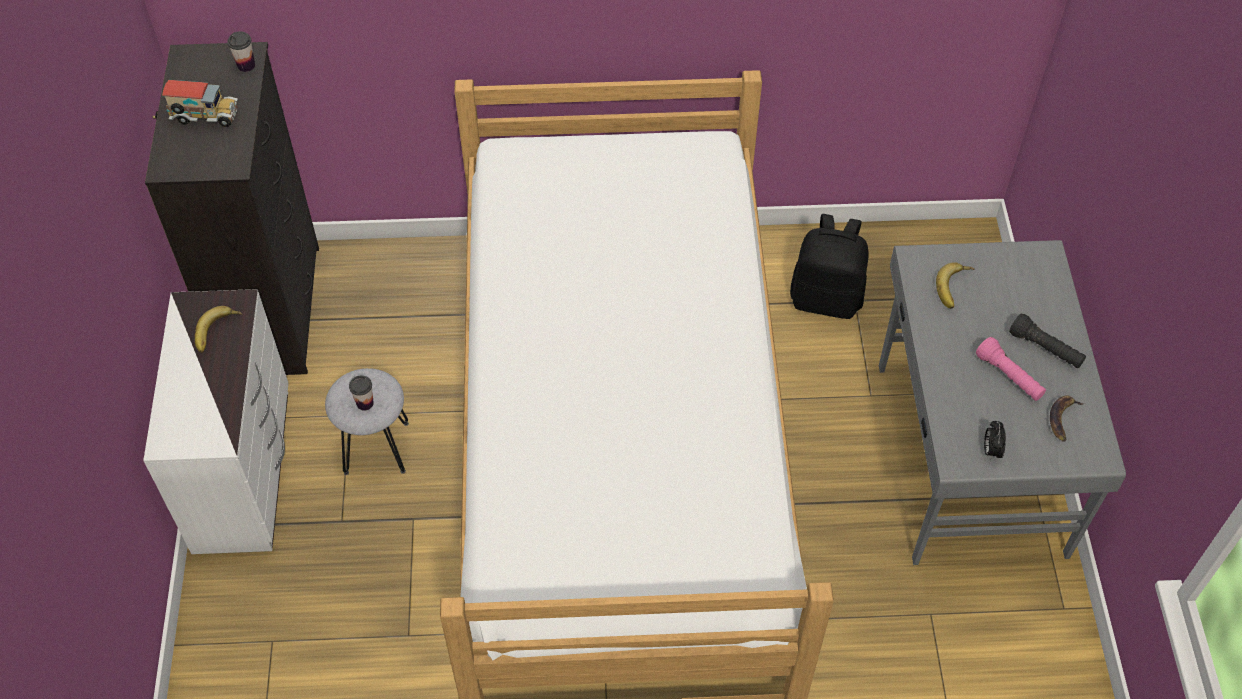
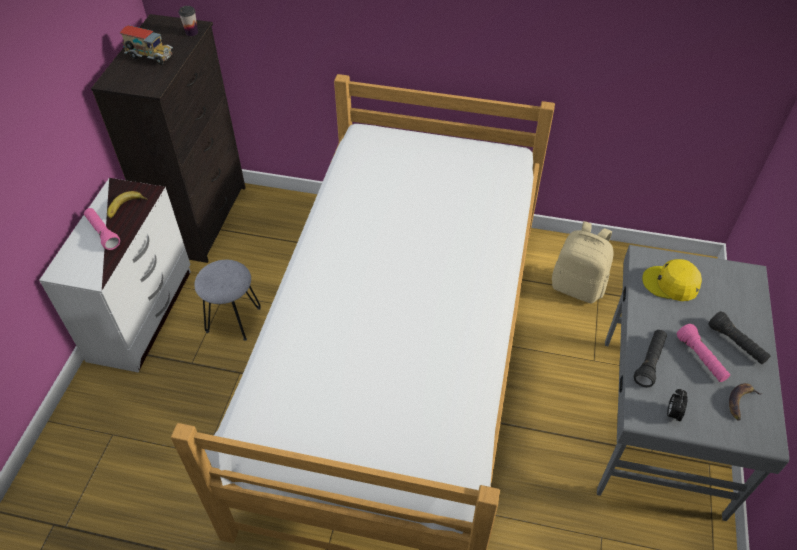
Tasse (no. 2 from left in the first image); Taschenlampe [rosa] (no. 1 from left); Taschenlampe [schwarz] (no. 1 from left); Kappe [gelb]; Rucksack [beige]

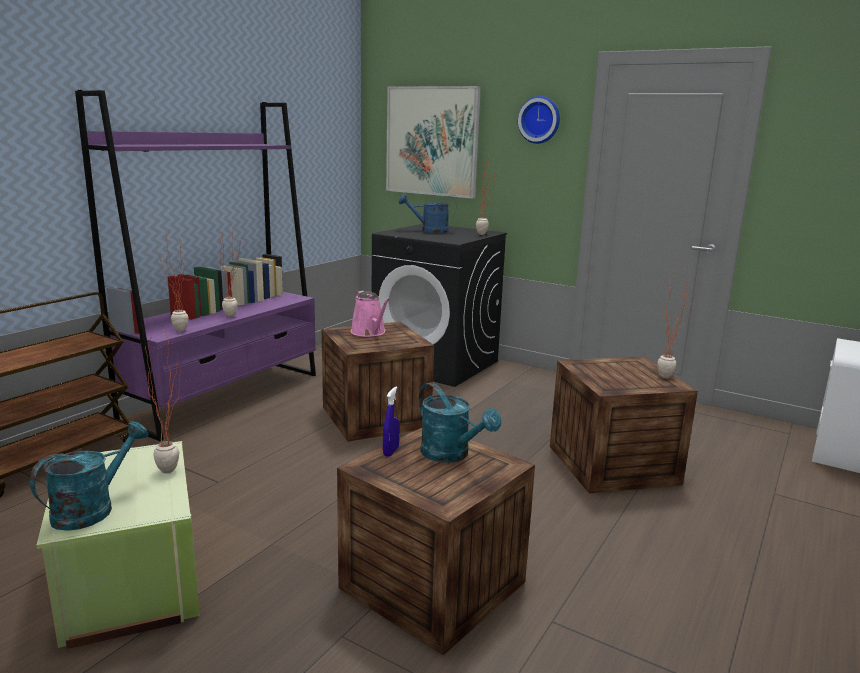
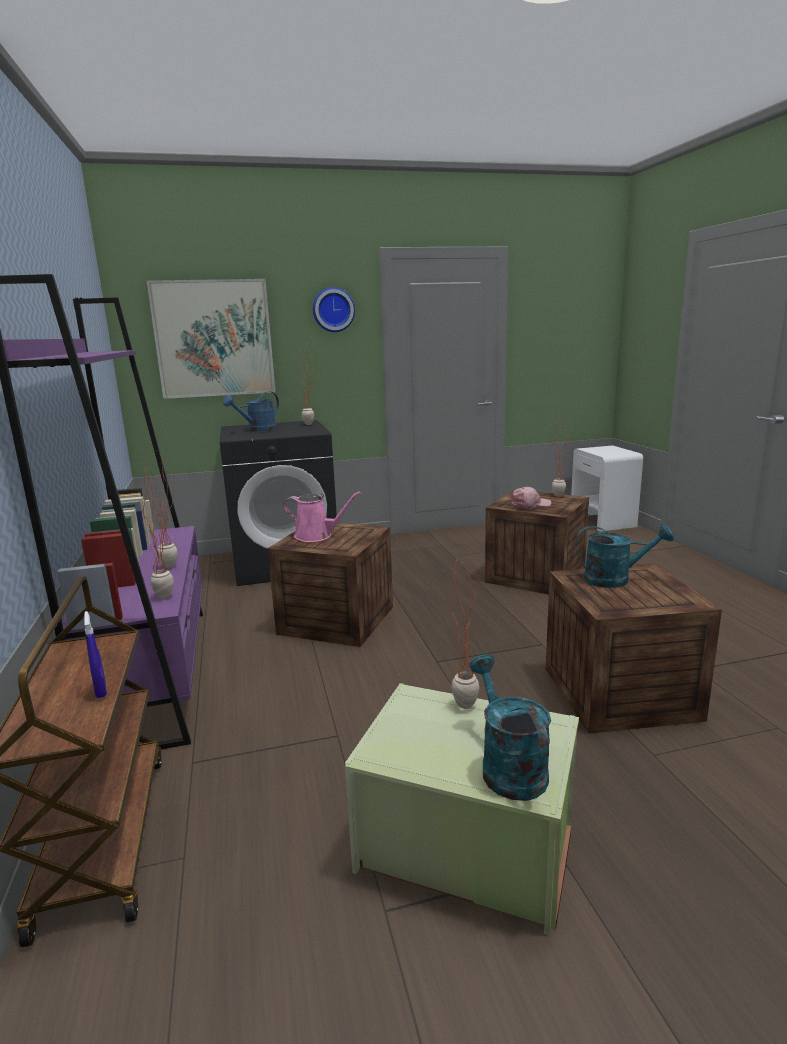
Kappe [rosa]; Sprühflasche [blau]

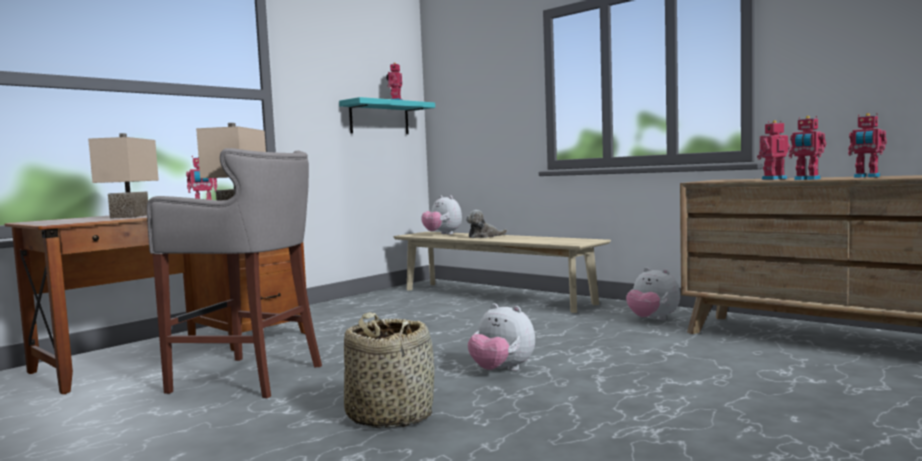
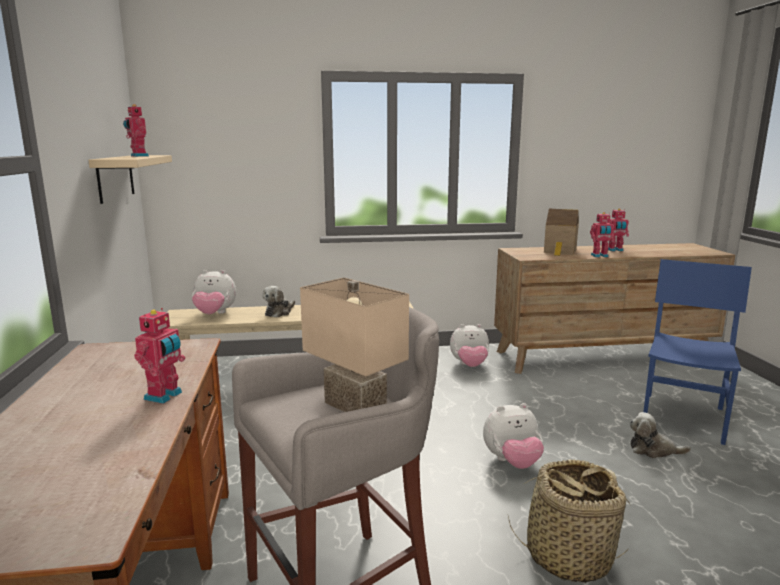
Tischlampe [beige] (no. 1 from left in the first image); Plüschtier (no. 5 from left); Stuhl [blau]; Spielzeughaus; Wandregal [beige]

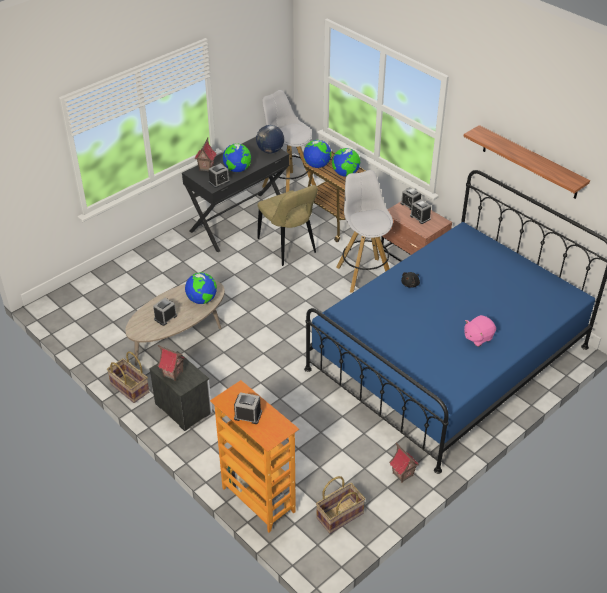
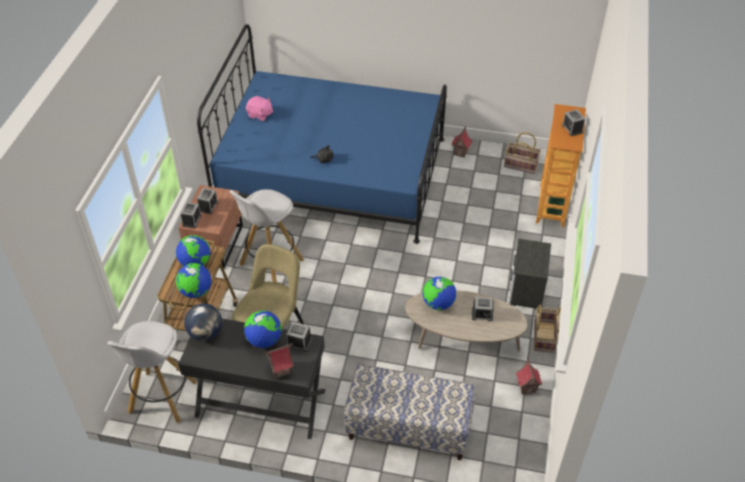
Wandregal; Bank; Spielzeughaus (no. 3 from left); Plüschtier [rosa]

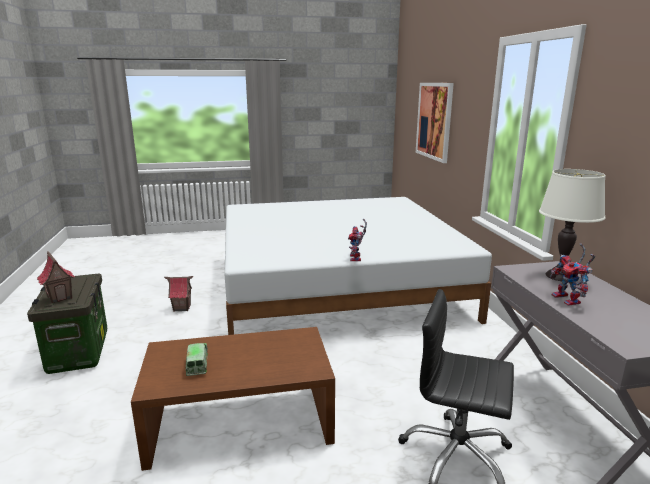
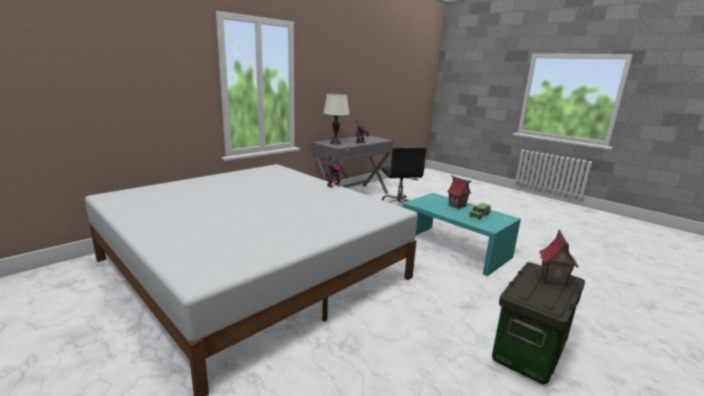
Bild; Spielzeughaus (no. 1 from left); Couchtisch [türkis]

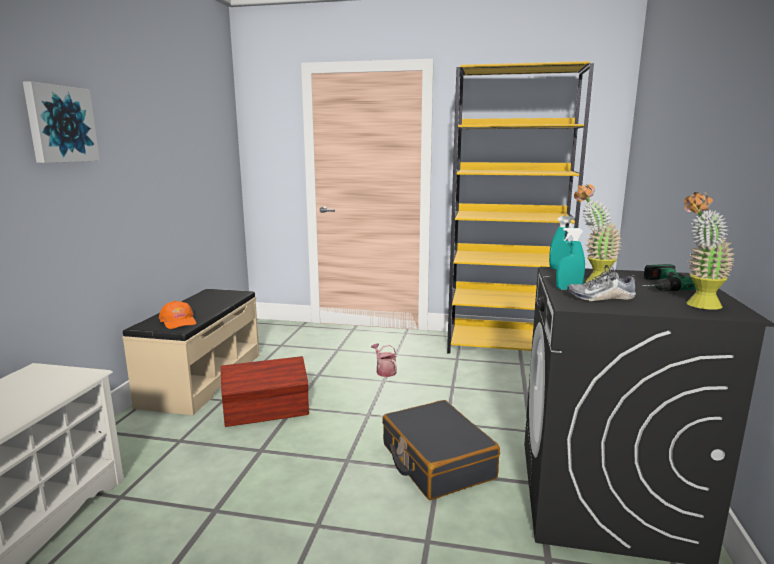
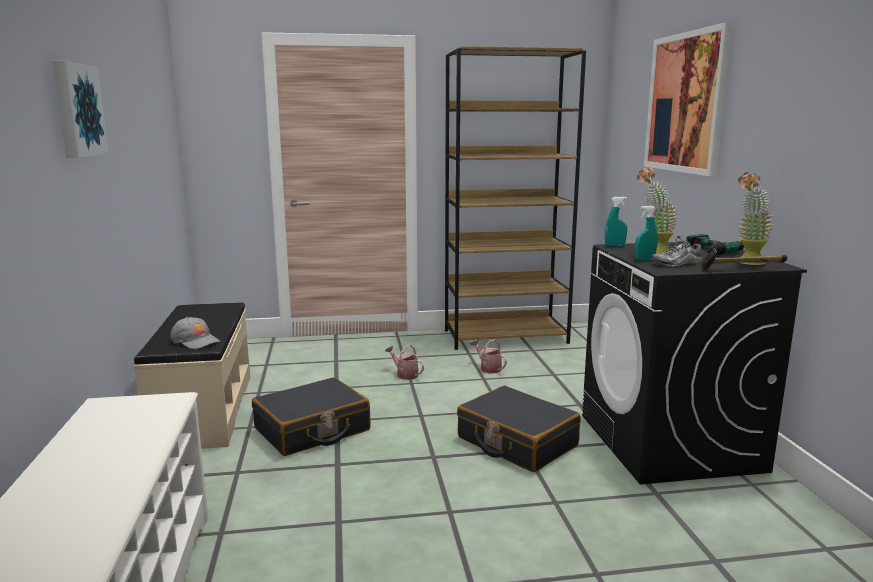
Gießkanne (no. 2 from left); Bild (no. 2 from left); Hammer; Koffer [schwarz] (no. 1 from left); Kappe [grau]; Bücherregal [braun]

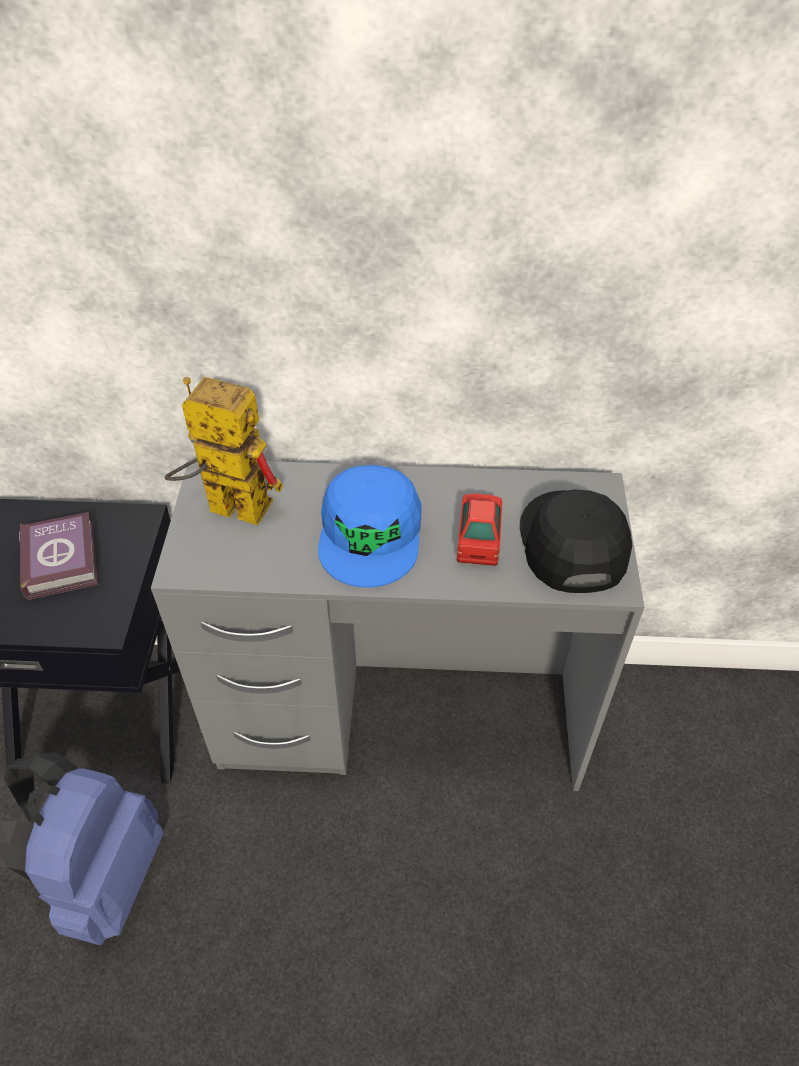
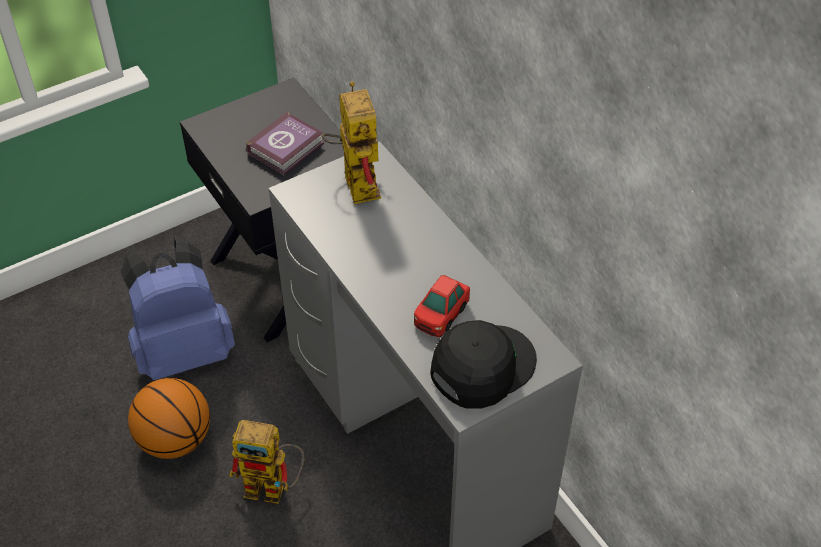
Kappe [blau]; Basketball; Spielzeugroboter (no. 1 from left); Spielzeugauto

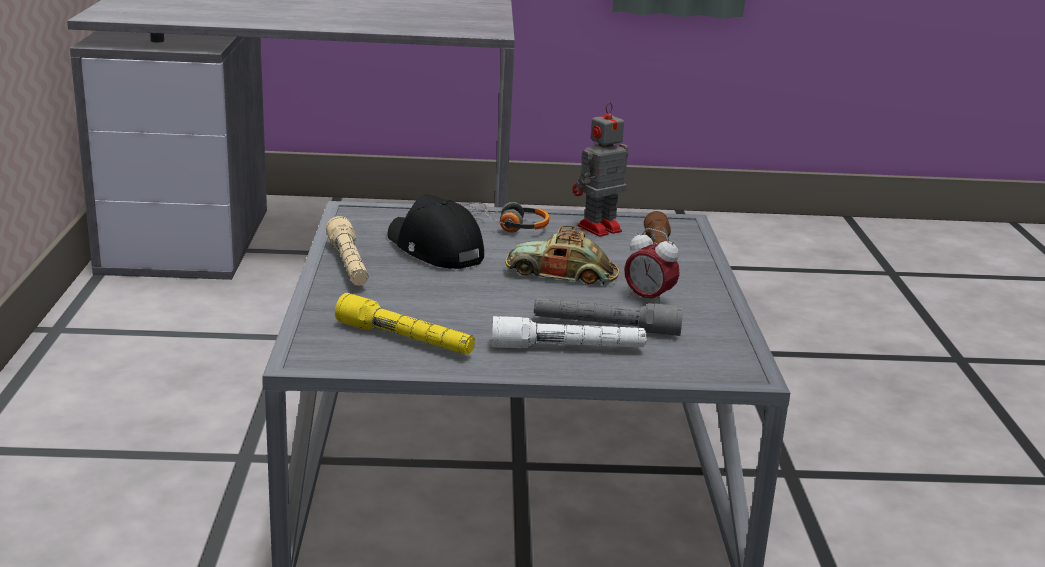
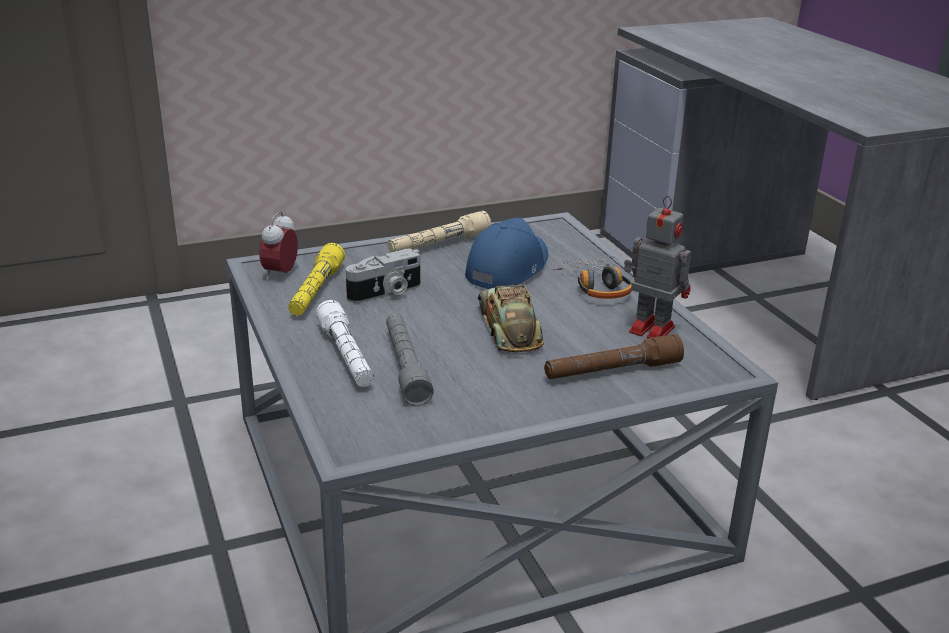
Kamera; Wecker; Kappe [blau]

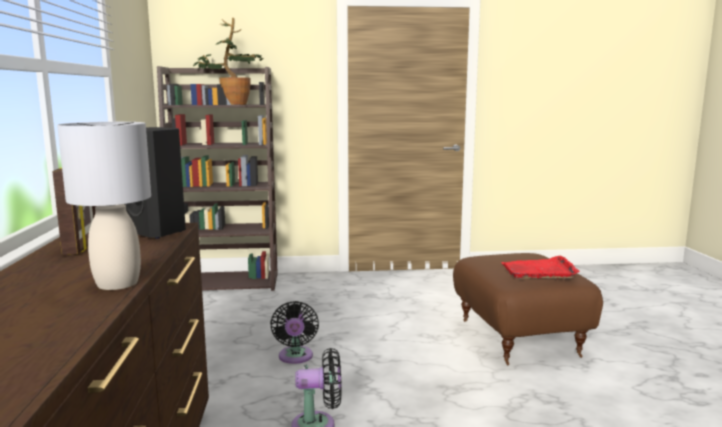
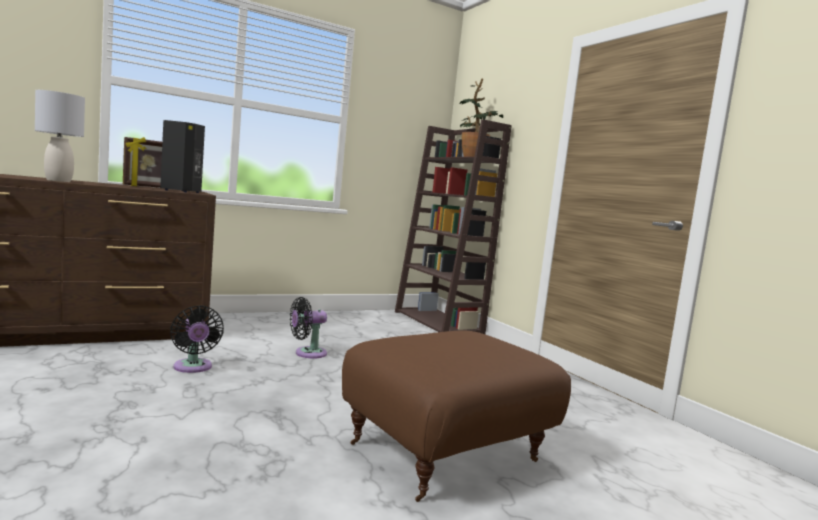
Tablett [rot]

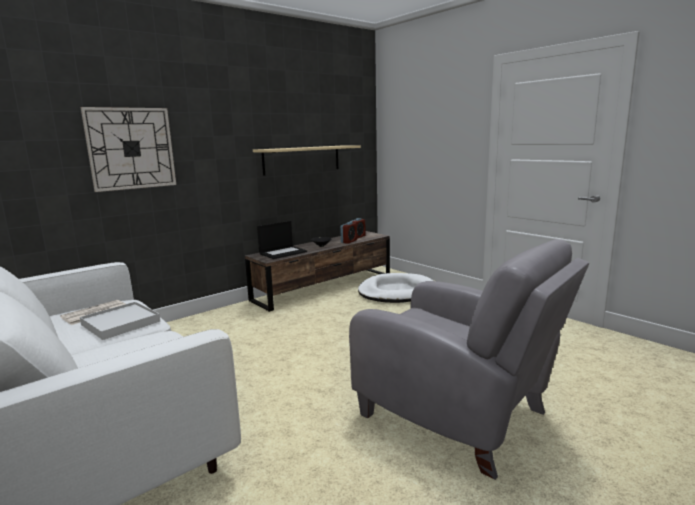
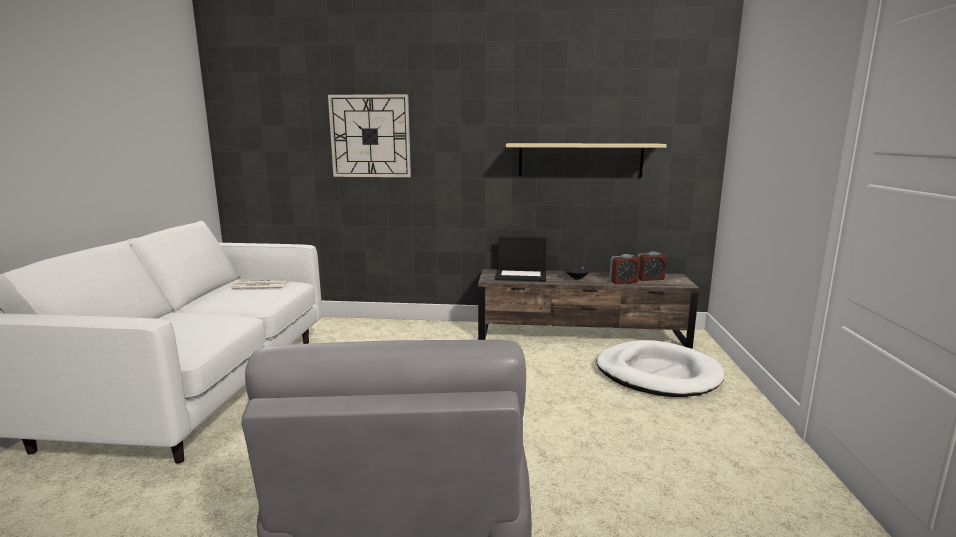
Tablett [weiß]

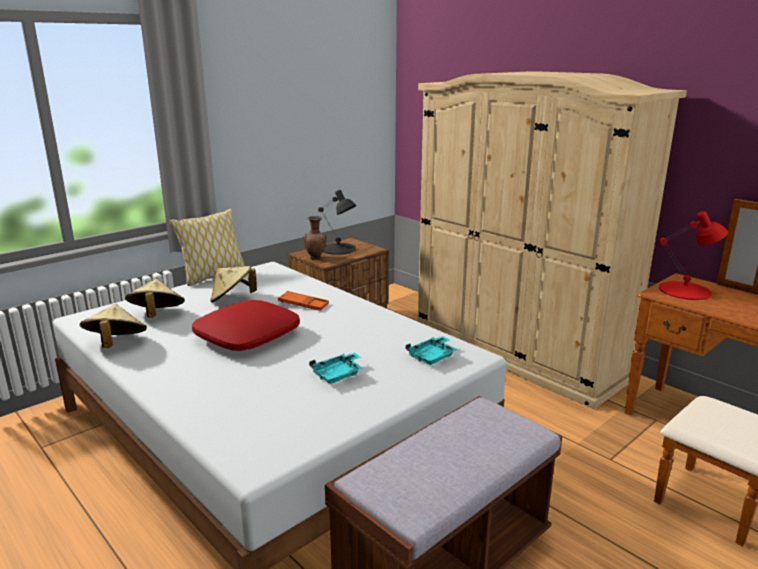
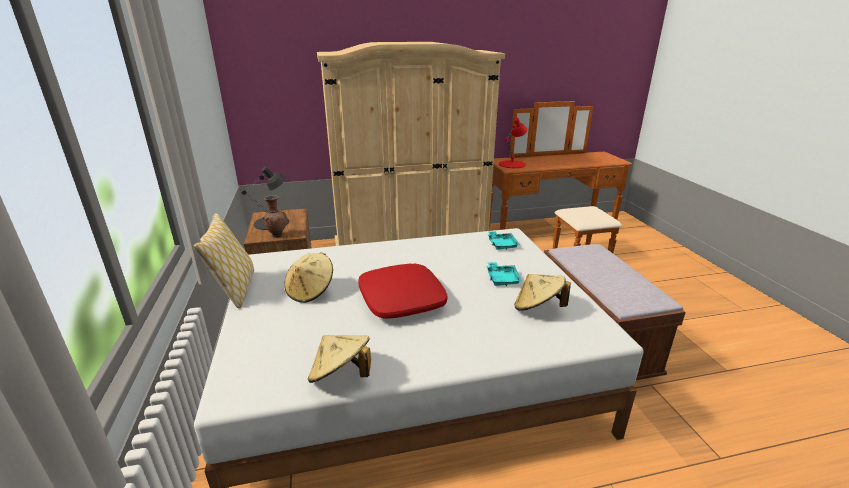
Tablett [orange]; Hut [beige] (no. 3 from left)

